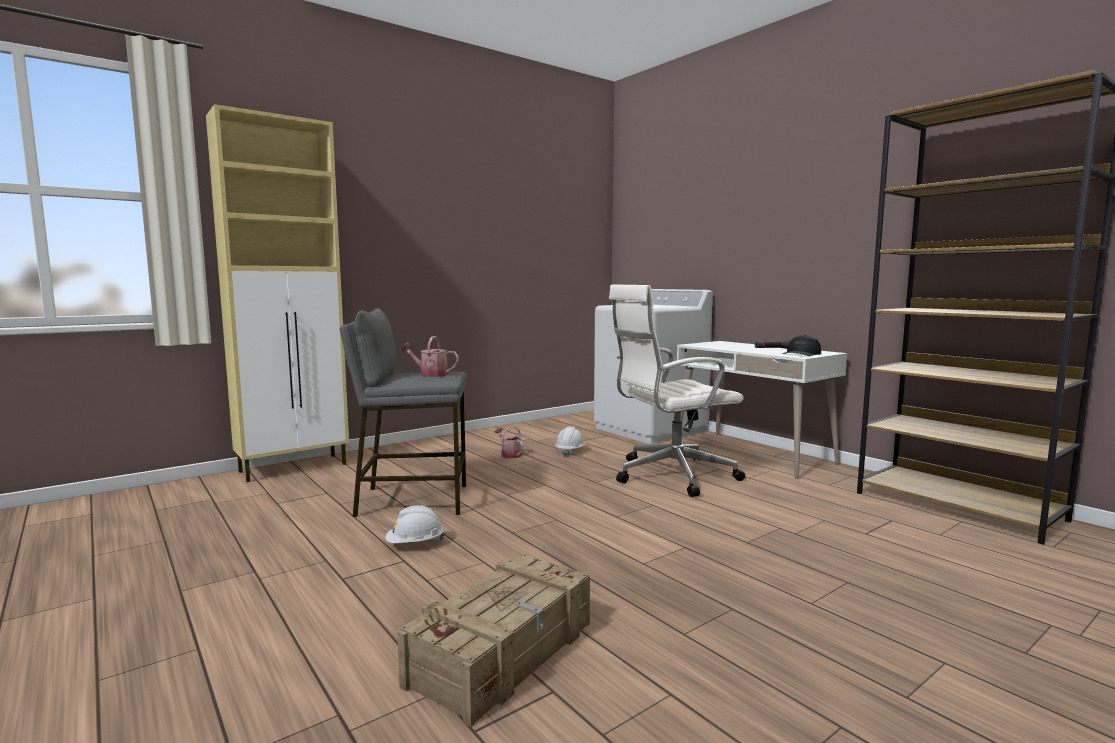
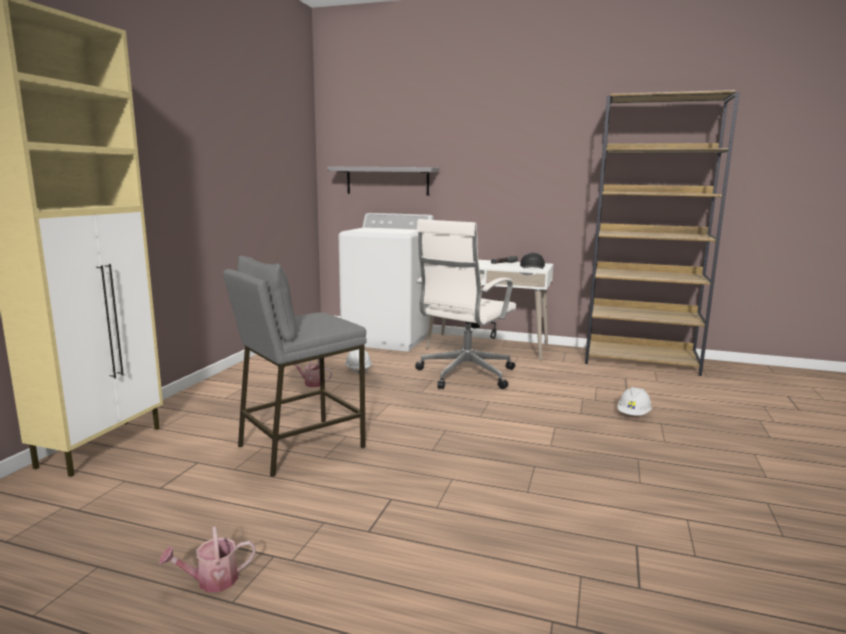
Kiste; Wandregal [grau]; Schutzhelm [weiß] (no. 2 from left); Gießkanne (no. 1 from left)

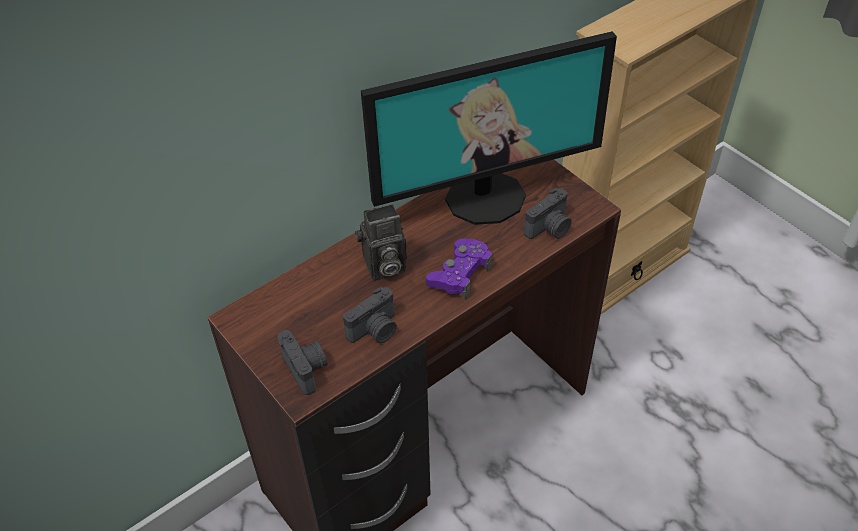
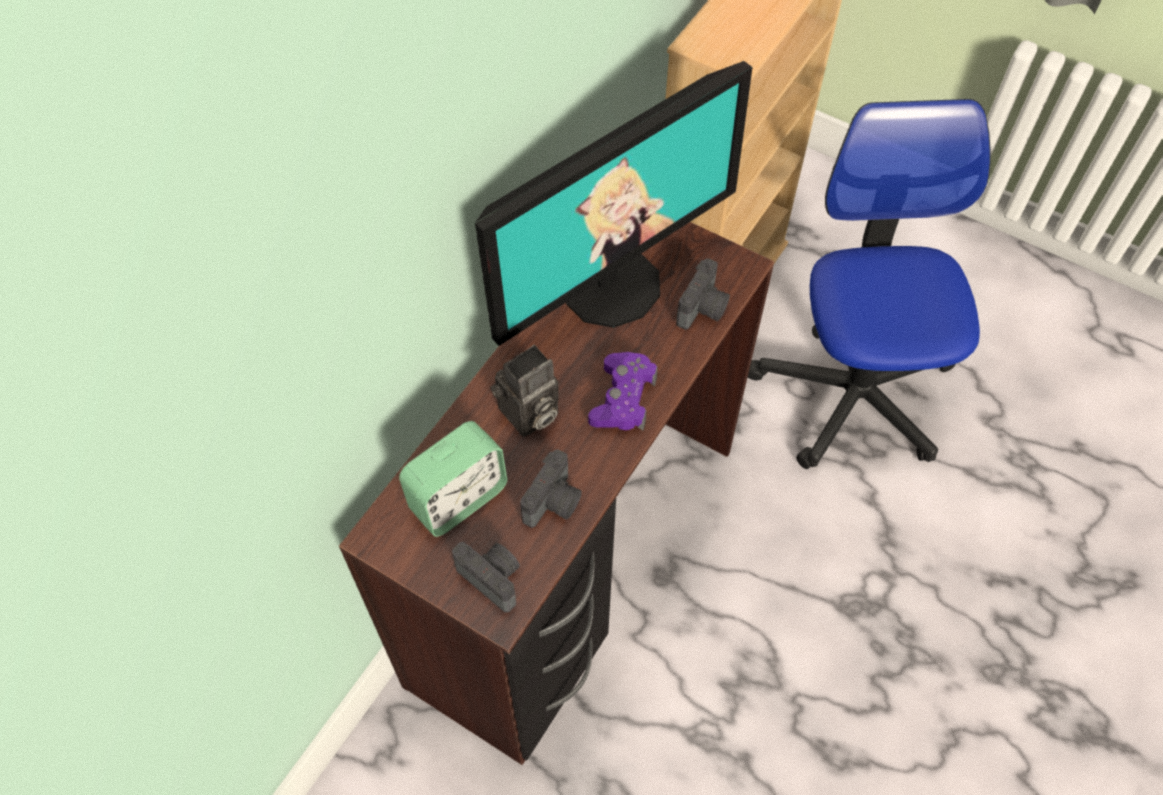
Wecker; Bürostuhl

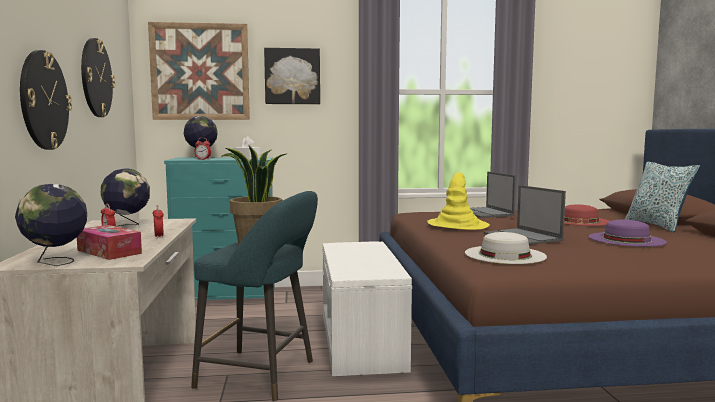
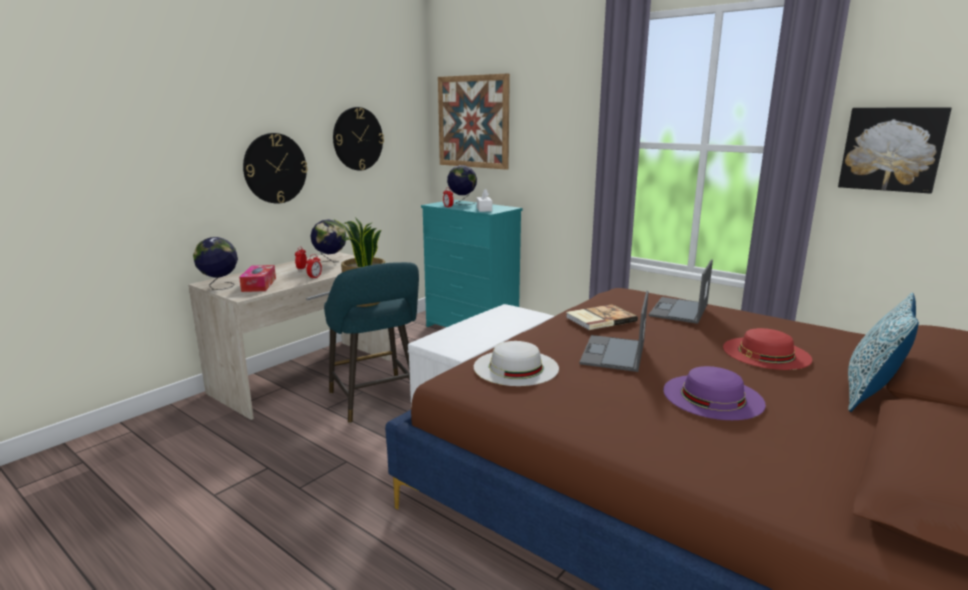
Bild (no. 2 from left); Buch

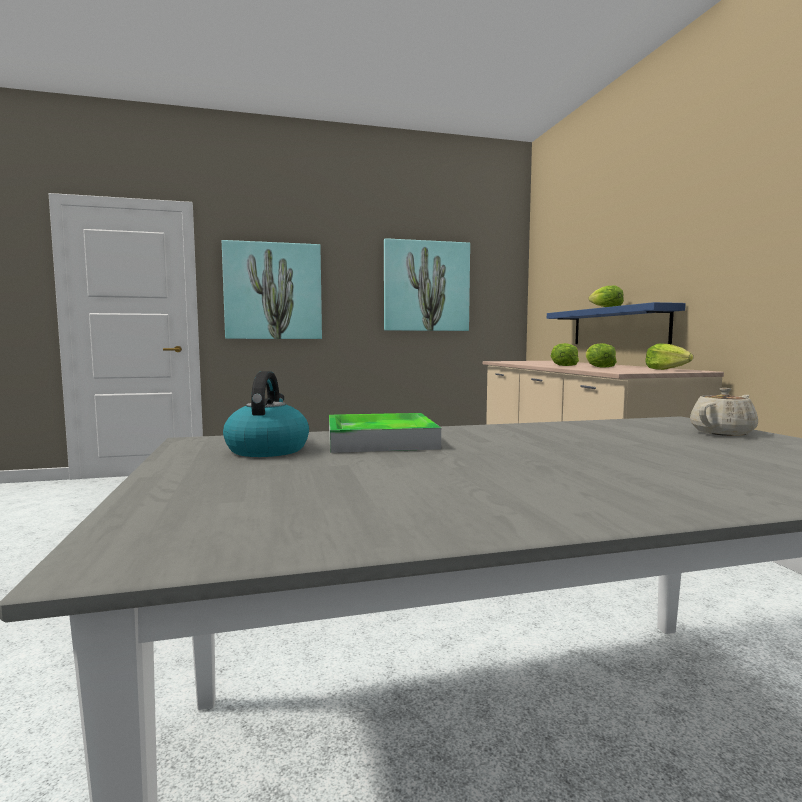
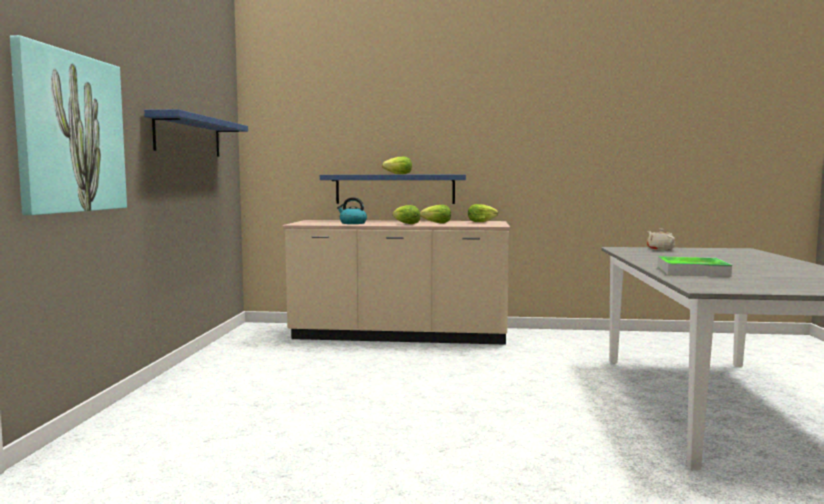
Wasserkessel; Wandregal [blau] (no. 1 from left)

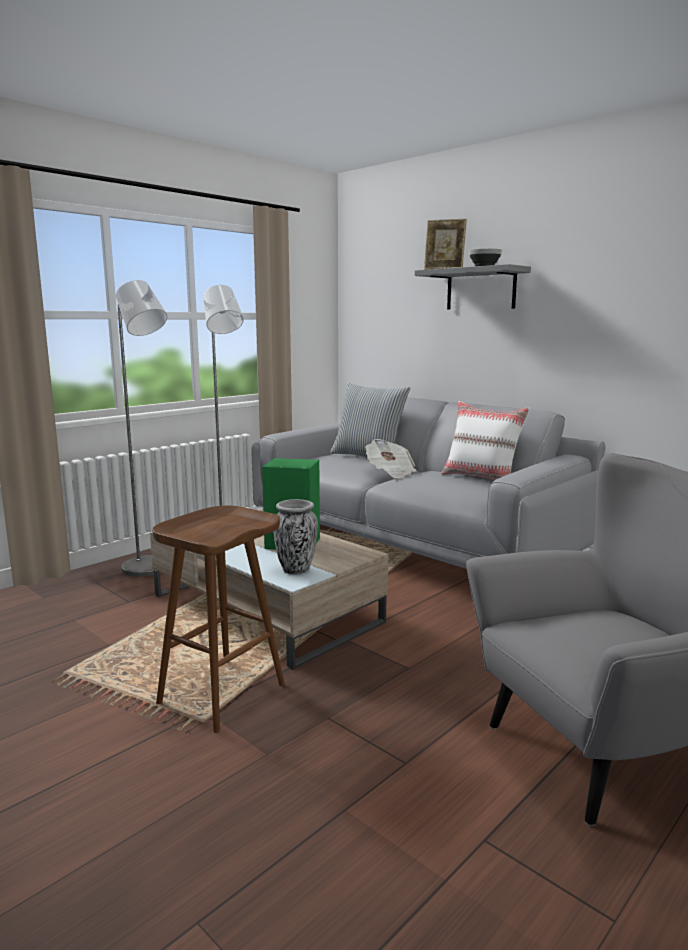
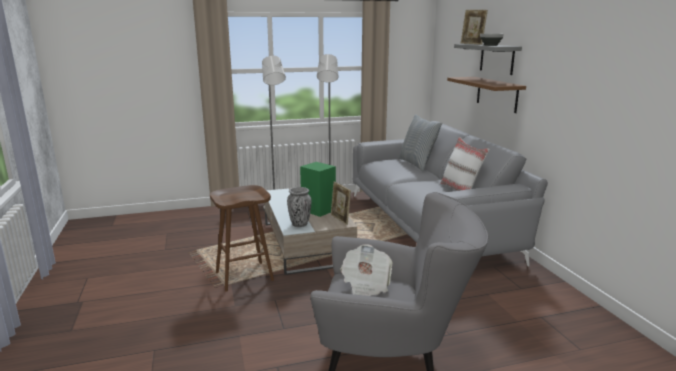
Bilderrahmen (no. 1 from left); Wandregal [braun]; Zeitung

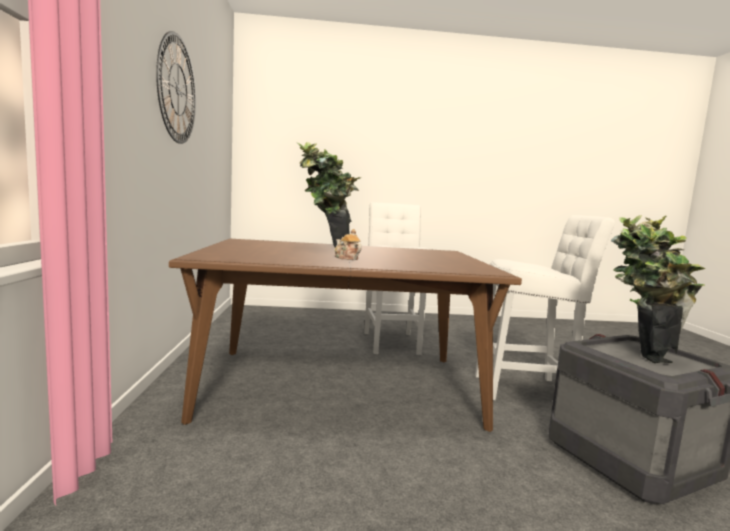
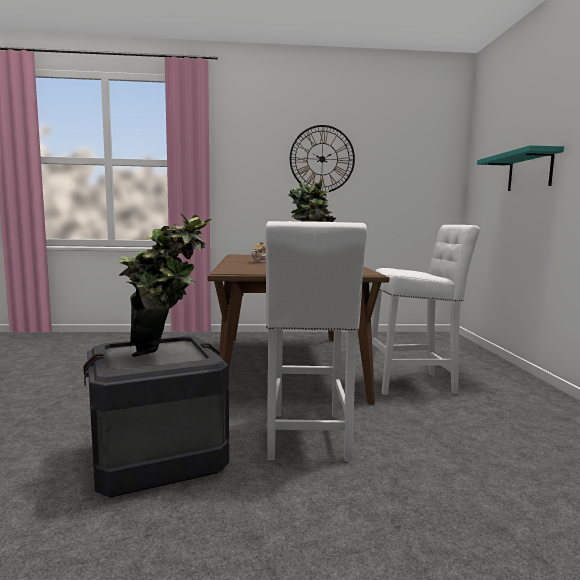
Wandregal [türkis]

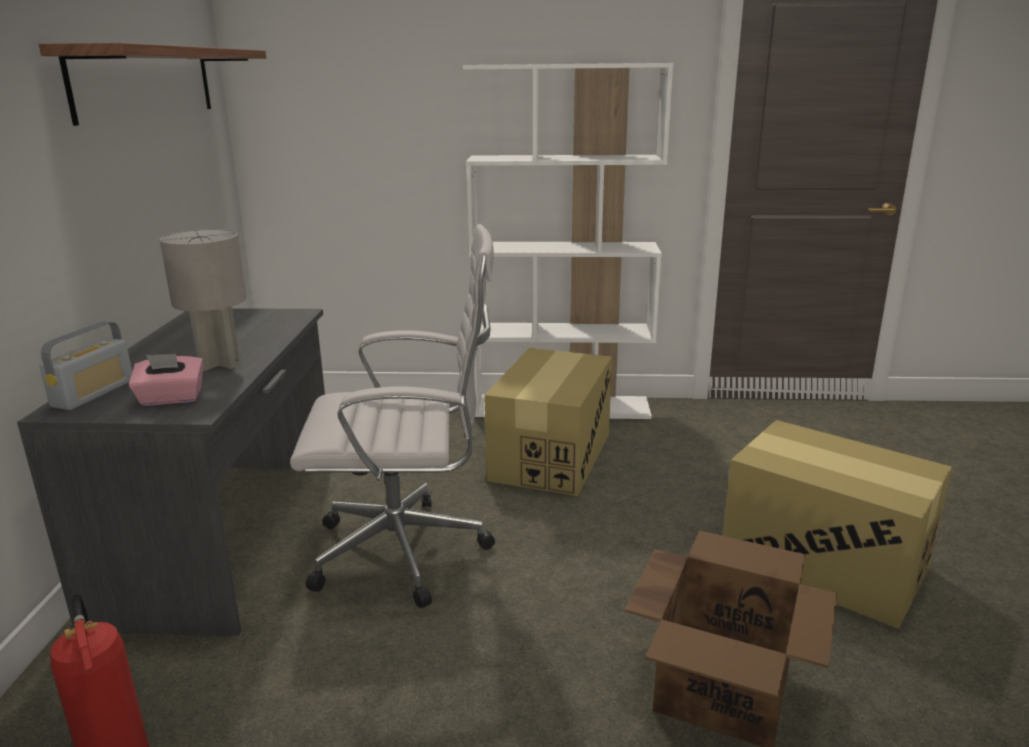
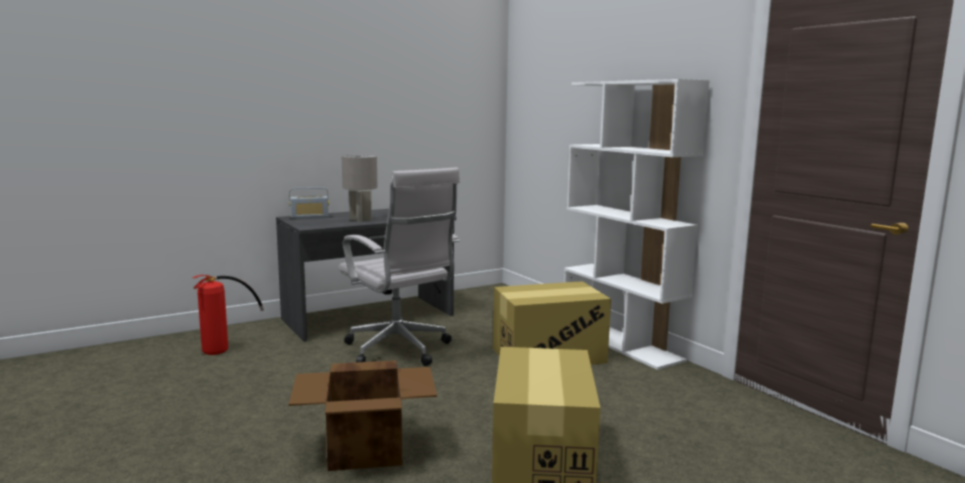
Wandregal; Taschentuchbox [rosa]

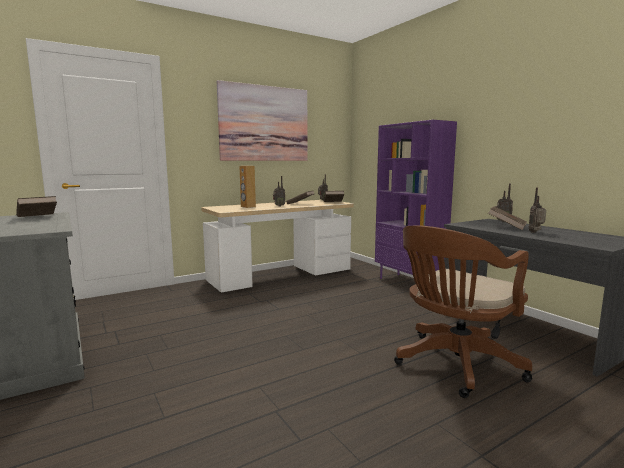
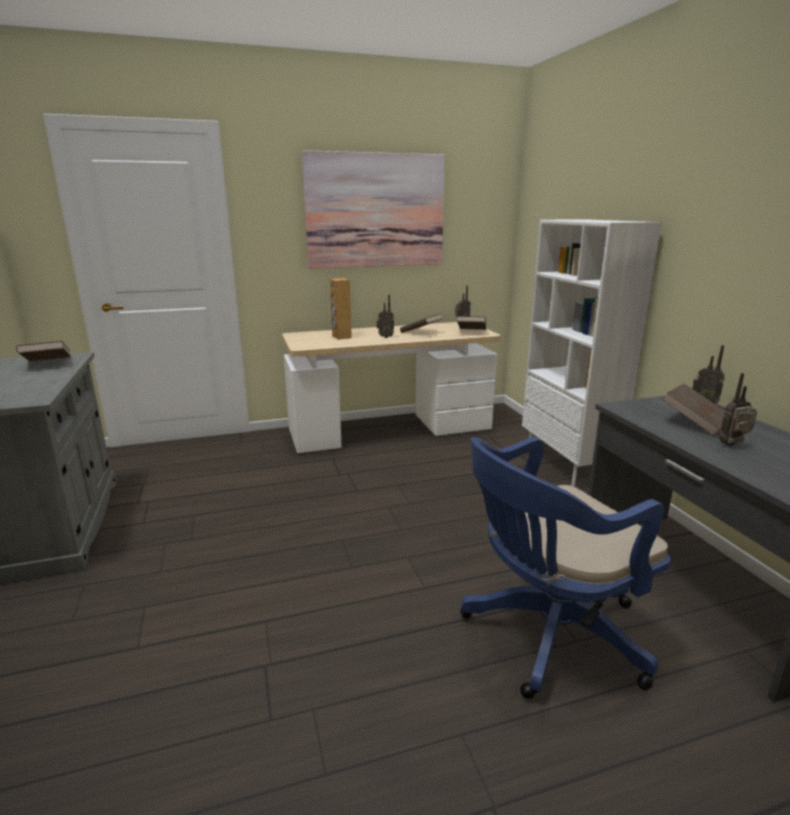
Bücherregal [weiß]; Bürostuhl [blau]

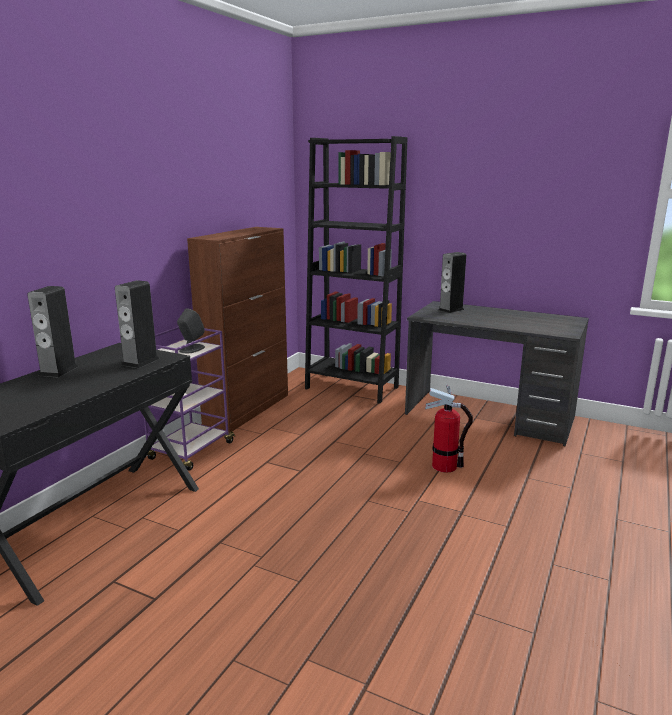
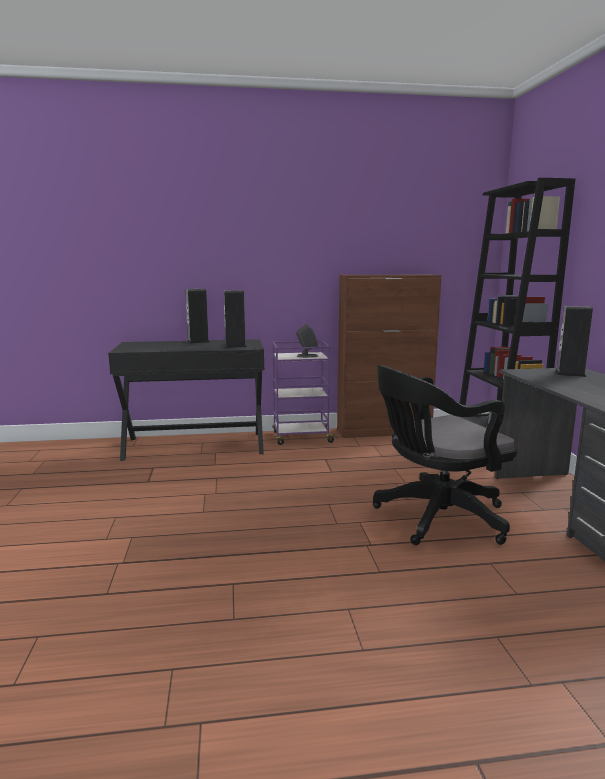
Bürostuhl [schwarz]

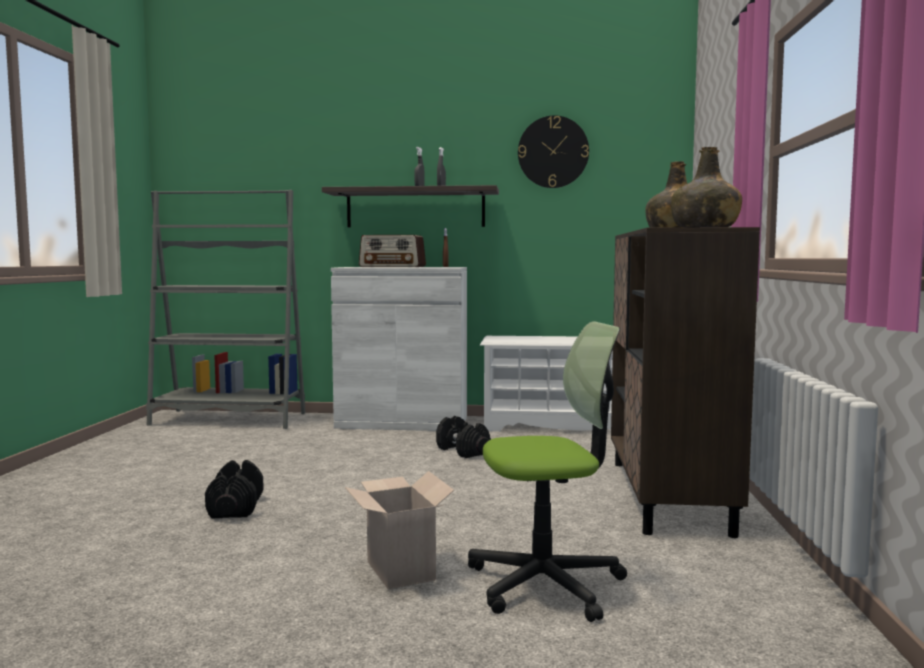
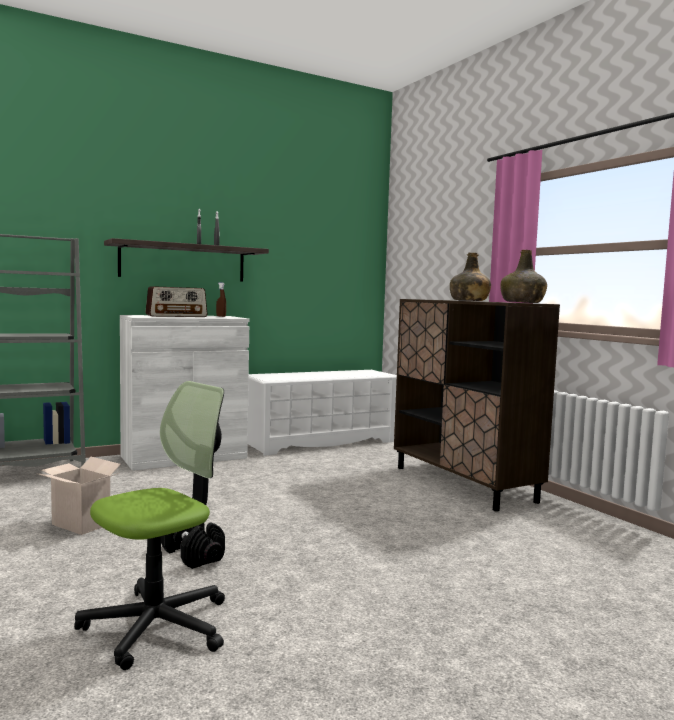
Hantel [schwarz] (no. 2 from left in the first image); Wanduhr; Karton; Bürostuhl

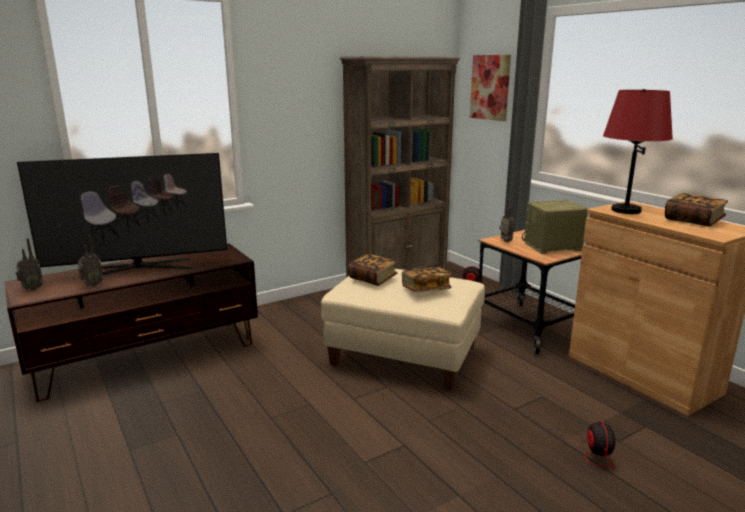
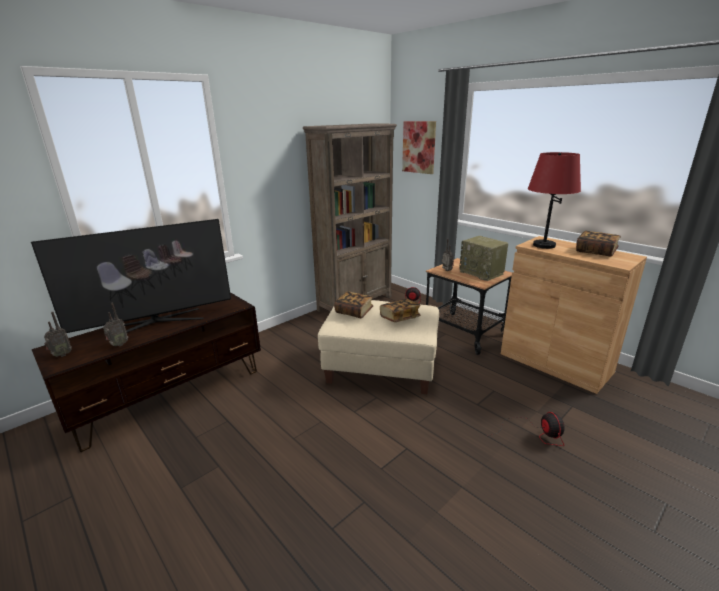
Radio (no. 4 from left)

